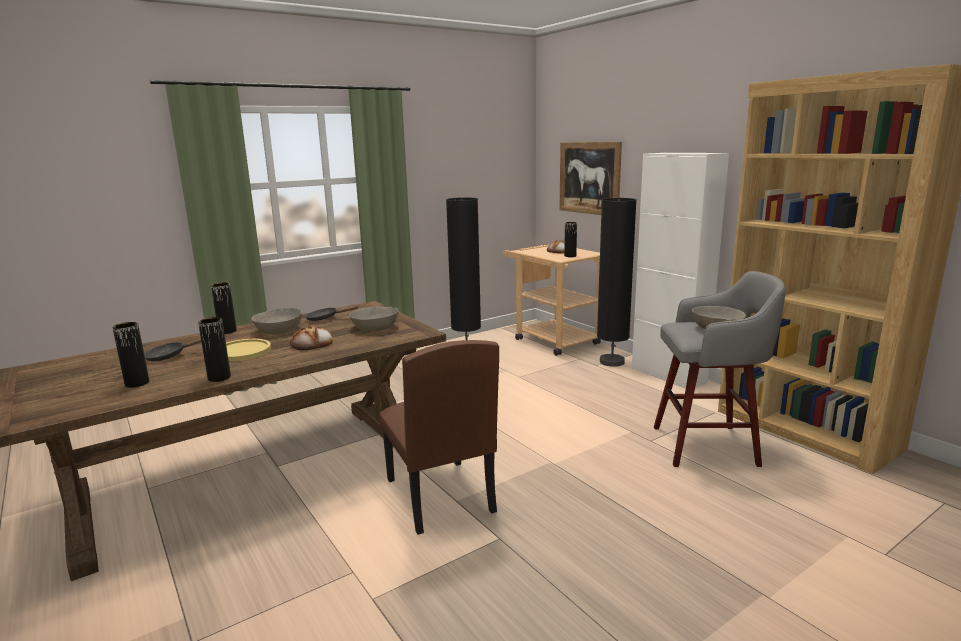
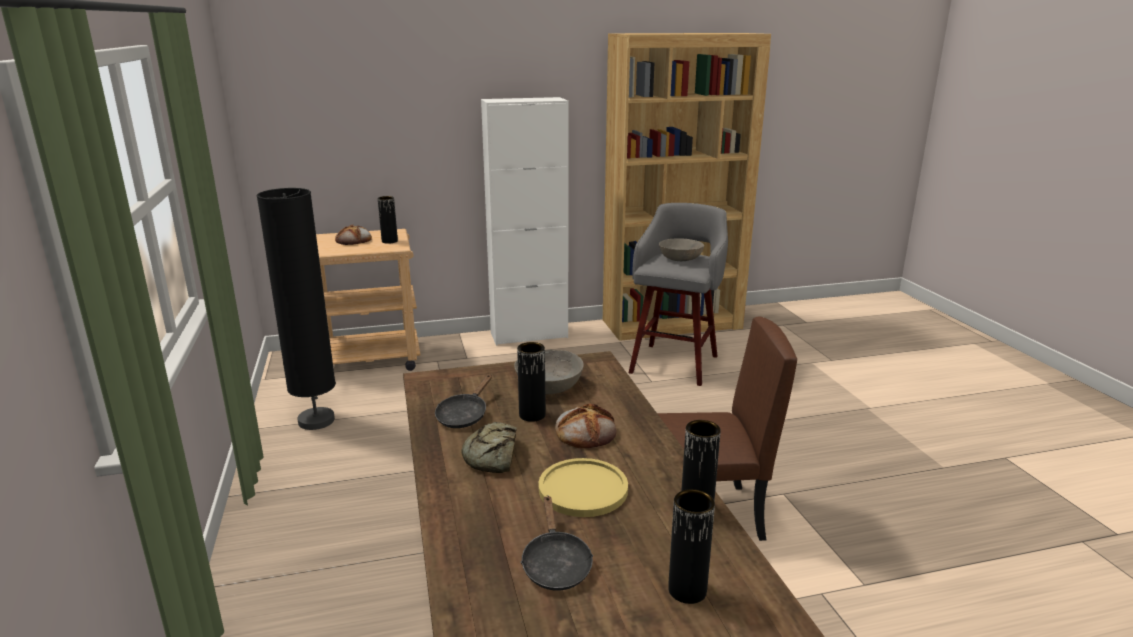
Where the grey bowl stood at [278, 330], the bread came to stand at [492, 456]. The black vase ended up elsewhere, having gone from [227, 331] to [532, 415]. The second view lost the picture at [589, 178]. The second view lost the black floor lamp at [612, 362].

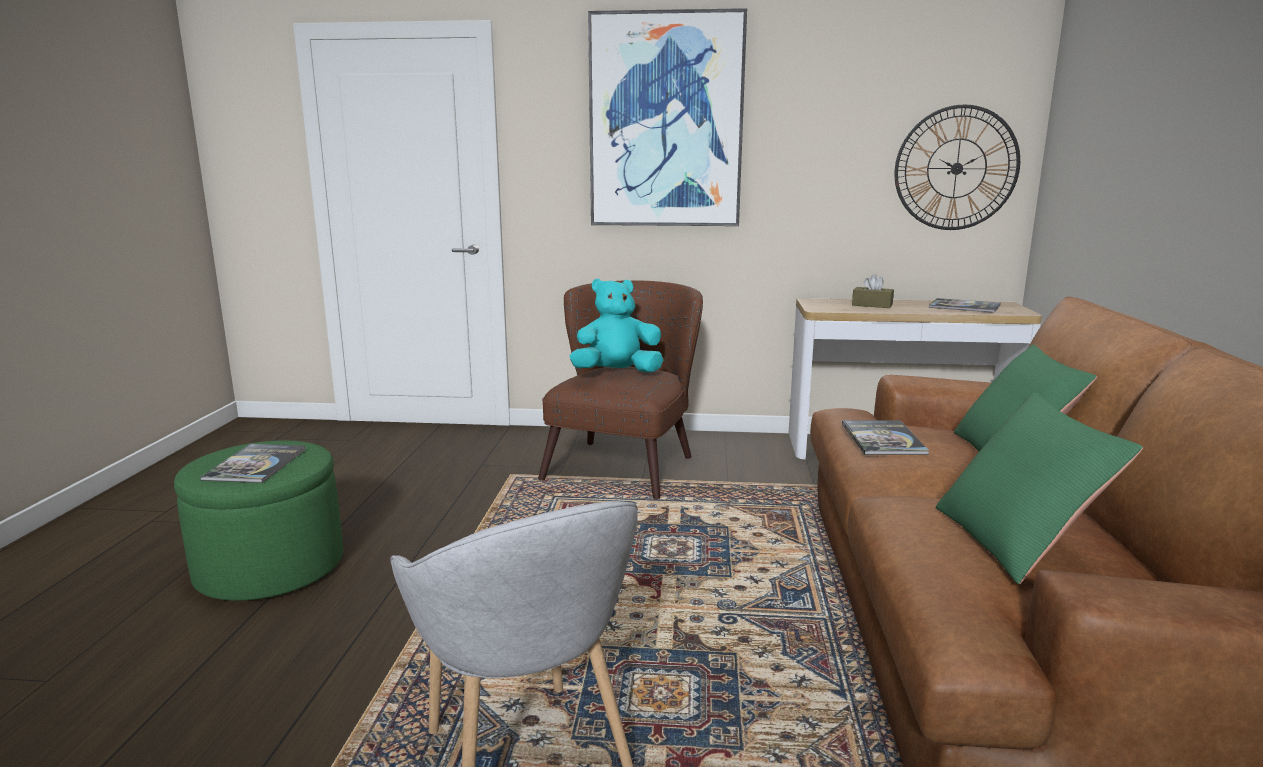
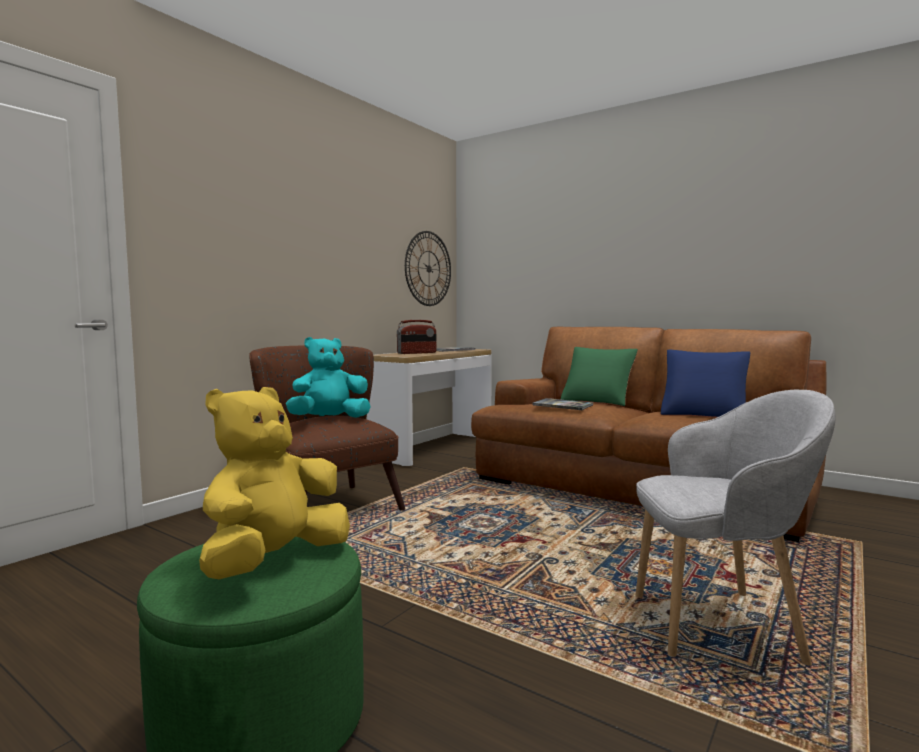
Where the book stood at [256, 464], the yellow plush toy came to stand at [274, 561]. The turquoise plush toy at [617, 373] ended up facing another way, 45 degrees clockwise from before. Where the brown tissue box stood at [872, 305], the radio came to stand at [417, 353]. What was the green pillow at [1017, 541] turned into the blue pillow at [703, 414]. The second view lost the picture at [666, 122].

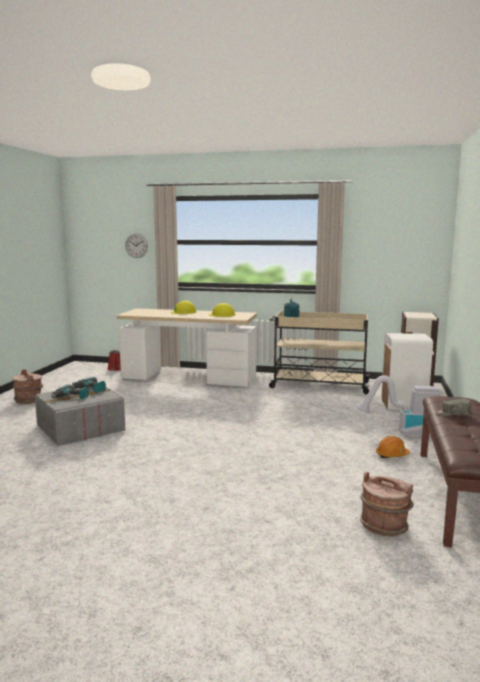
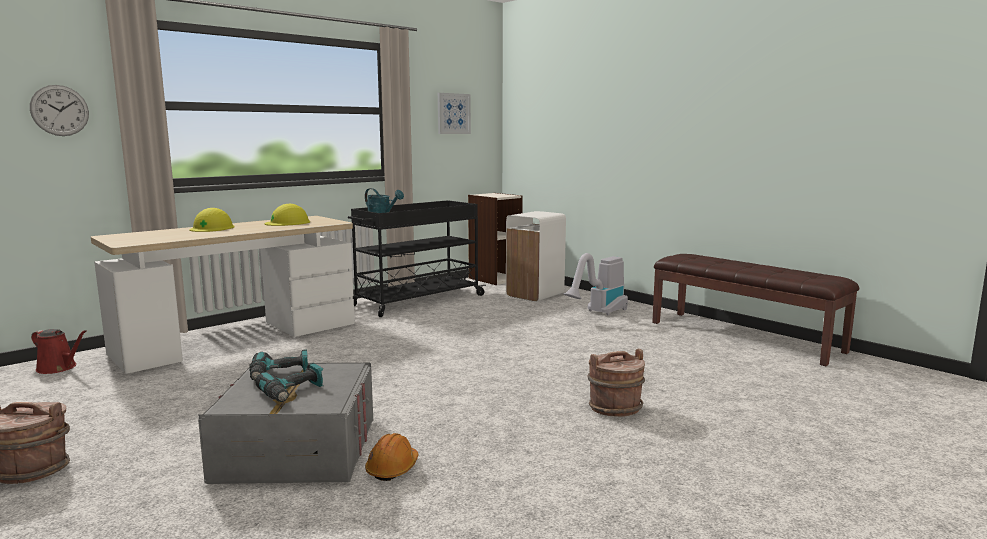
What was the beige cart at [318, 385] turned into the black cart at [417, 301]. The orange hard hat ended up elsewhere, having gone from [392, 455] to [392, 468]. The second view gained the picture at [453, 113]. The brown bucket ended up elsewhere, having gone from [384, 525] to [614, 407]. The second view lost the grey cap at [453, 414].

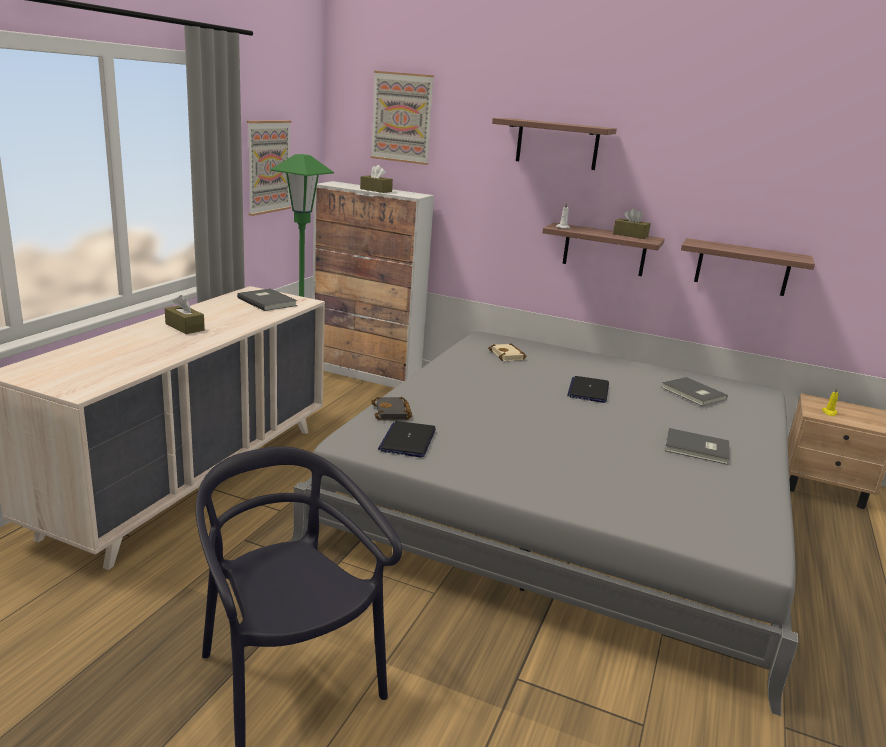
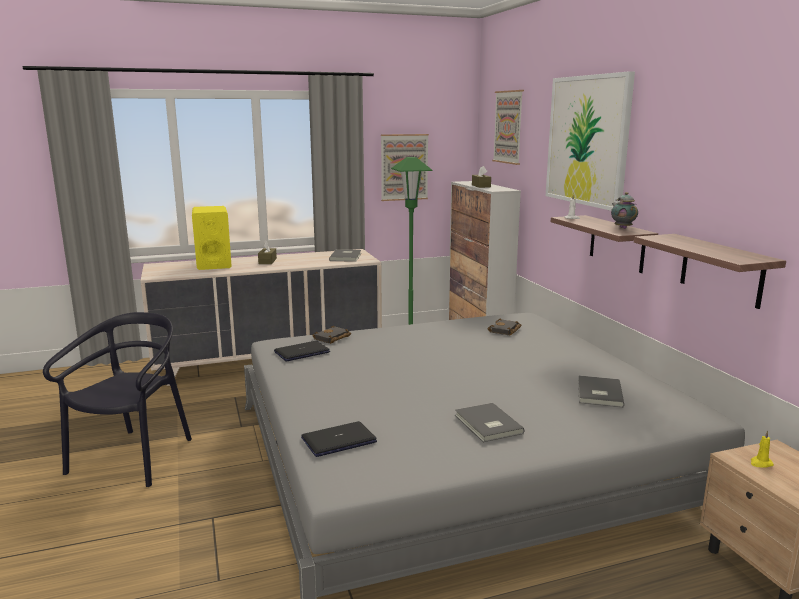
The second view gained the yellow speaker at [213, 264]. The laptop ended up elsewhere, having gone from [588, 390] to [339, 440]. What was the beige book at [508, 356] turned into the black book at [505, 330]. Where the shelf hung at [557, 144], the picture came to hang at [587, 140]. Where the brown tissue box stood at [630, 235], the teapot came to stand at [622, 228].

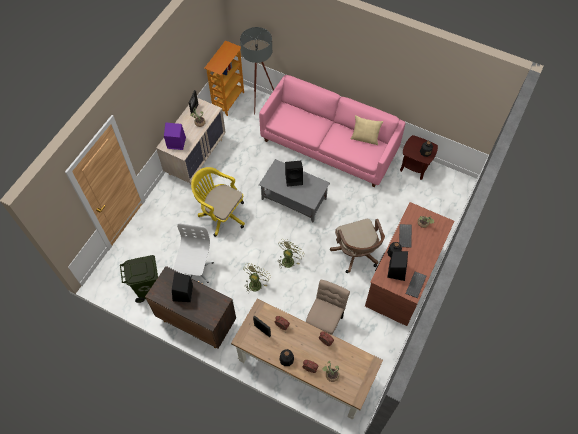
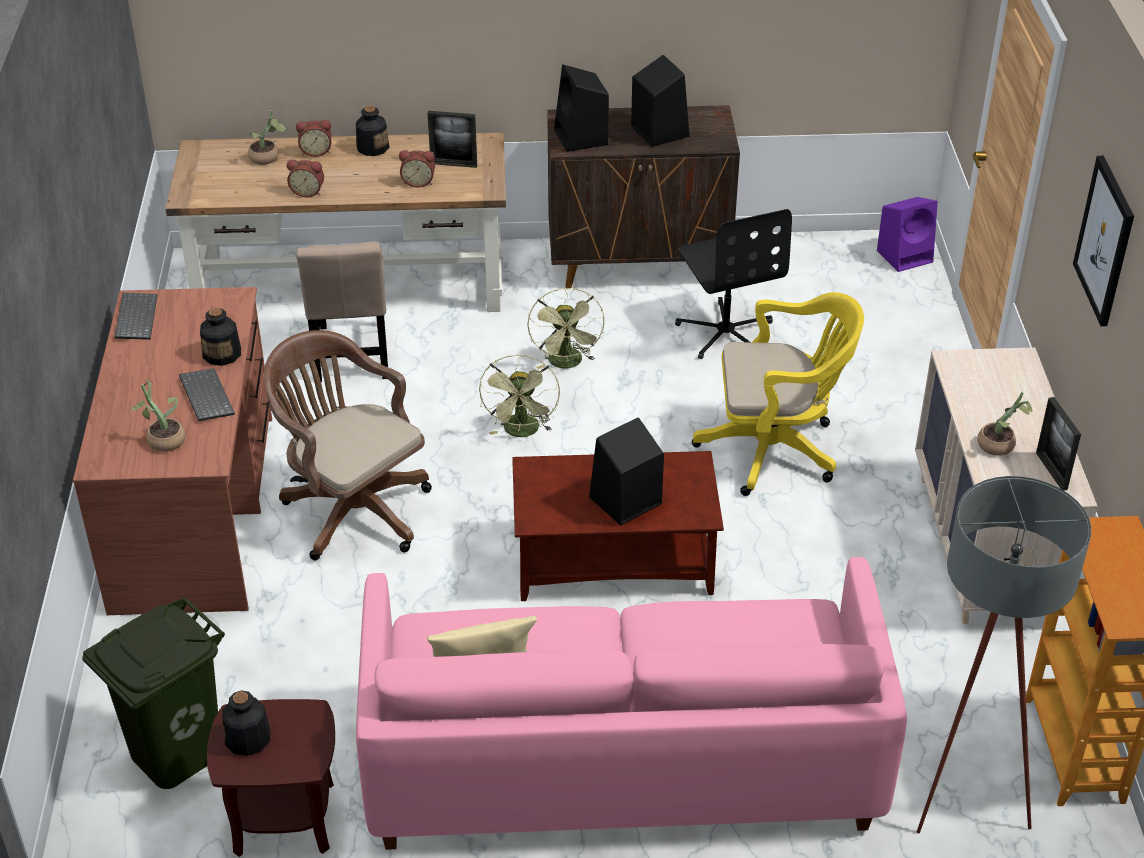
The green trash can ended up elsewhere, having gone from [148, 289] to [175, 751]. What was the grey coffee table at [294, 199] turned into the brown coffee table at [612, 562]. The black speaker ended up elsewhere, having gone from [397, 270] to [581, 138]. What was the white office chair at [195, 270] turned into the black office chair at [726, 332]. The purple speaker ended up elsewhere, having gone from [176, 143] to [905, 256]. The second view gained the picture at [1105, 240].

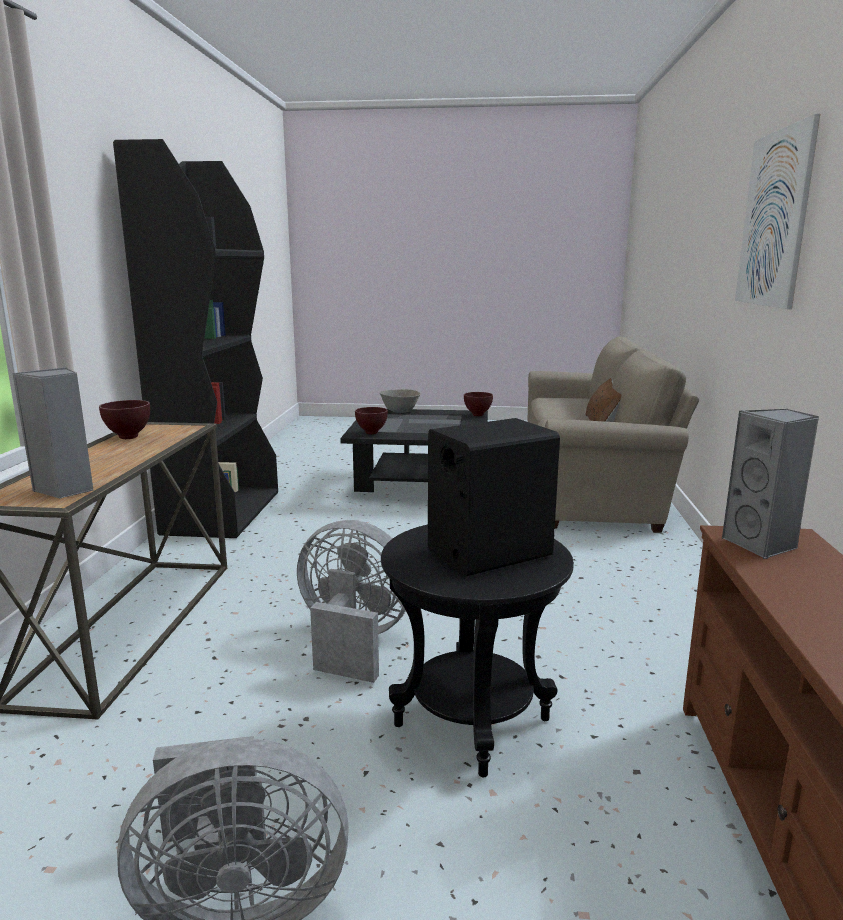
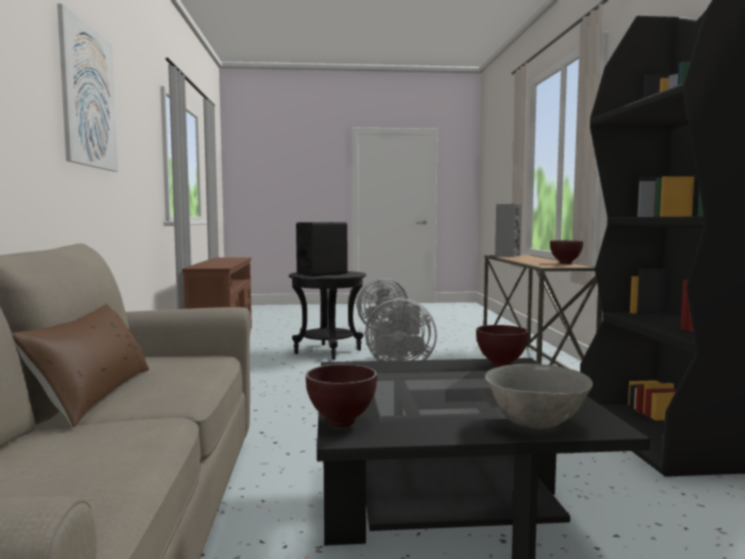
The second view lost the grey speaker at [762, 545].

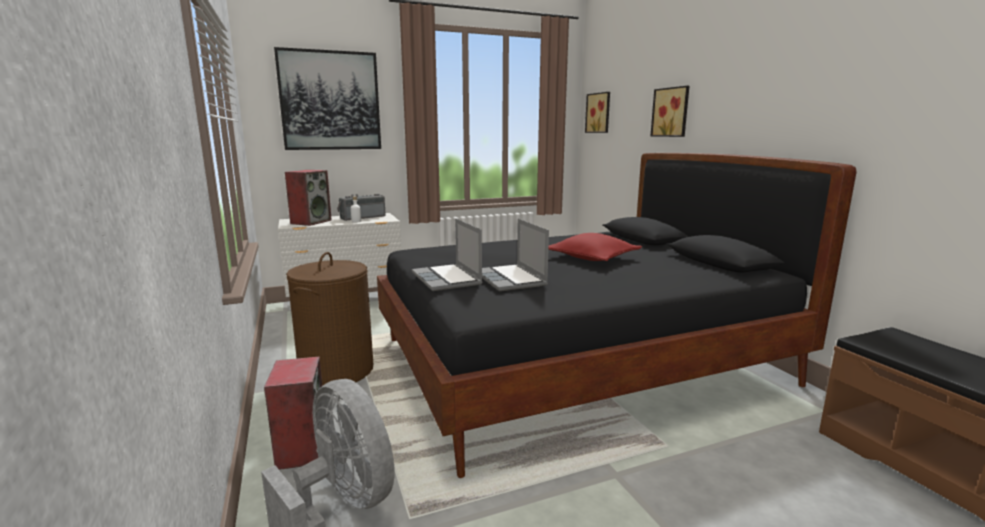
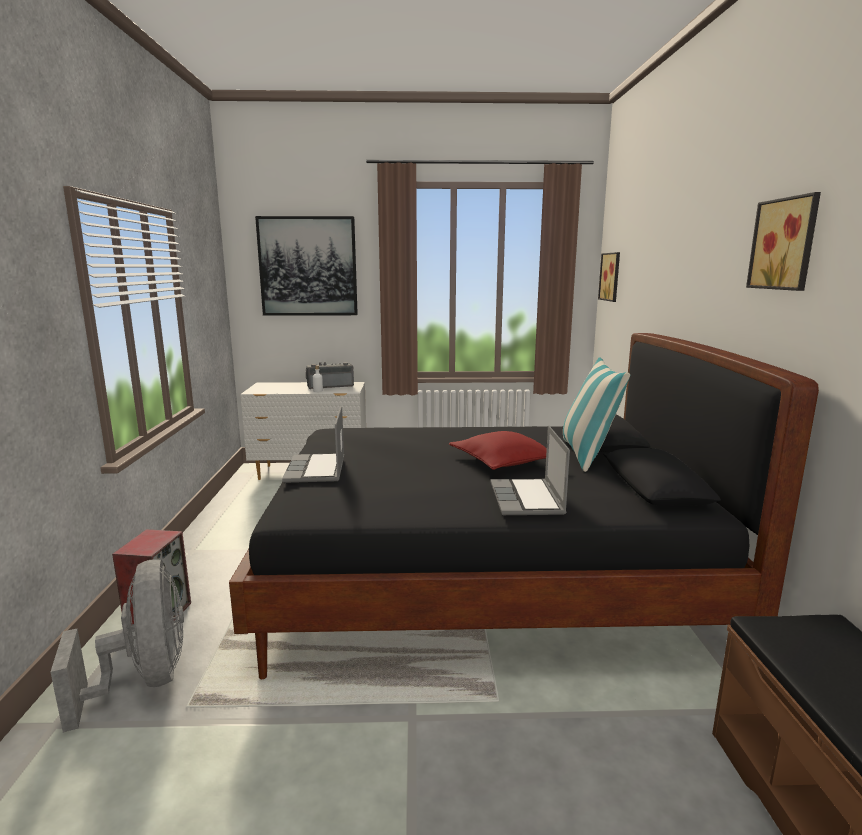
The laptop ended up elsewhere, having gone from [511, 279] to [527, 499]. The second view gained the pillow at [587, 455]. The picture ended up elsewhere, having gone from [671, 112] to [786, 244]. The second view lost the speaker at [311, 222]. The second view lost the brown laundry basket at [336, 370].

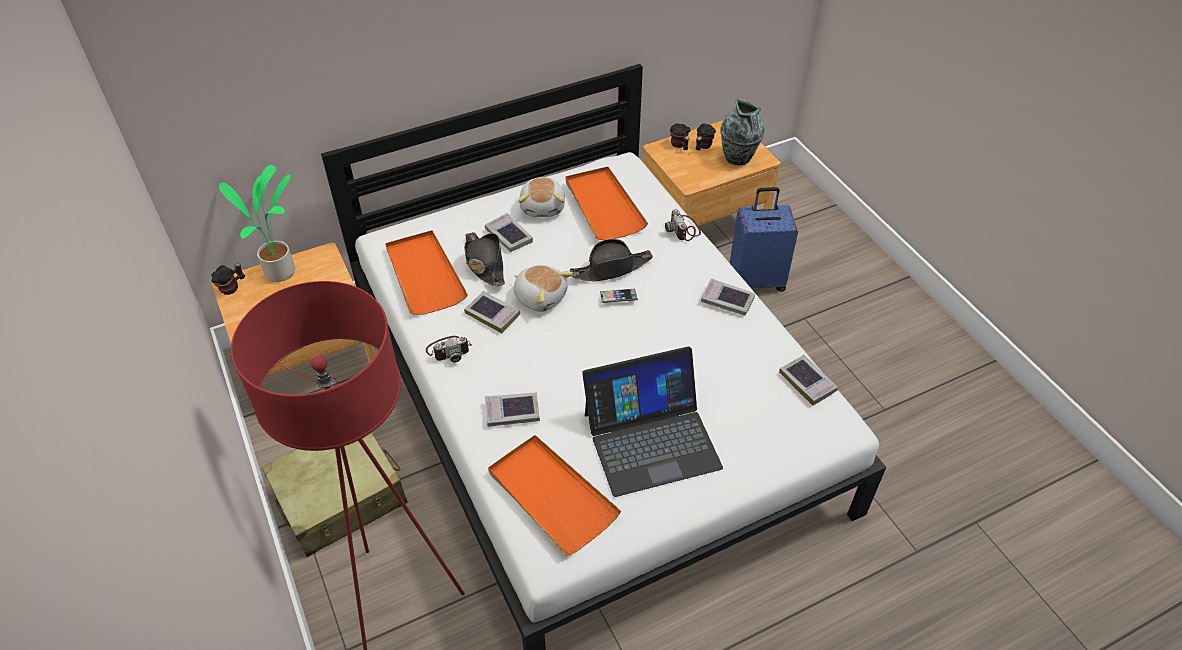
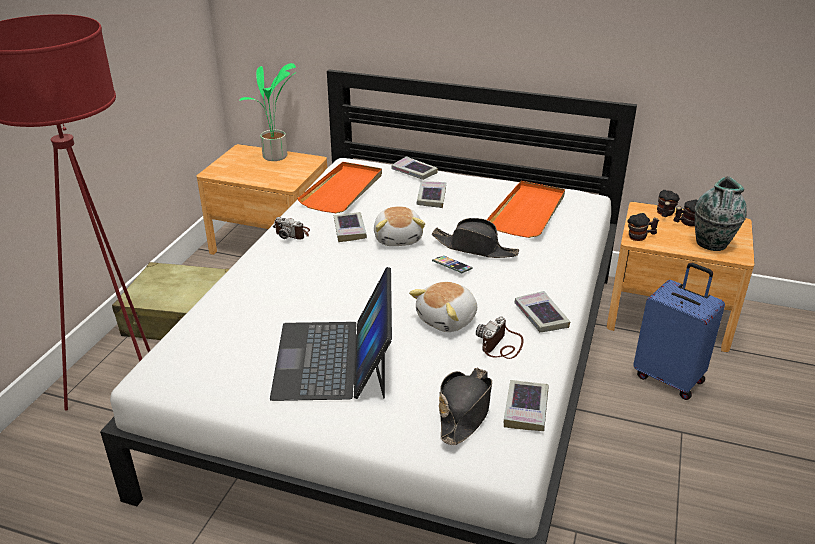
The laptop at [651, 439] ended up facing another way, 60 degrees clockwise from before. The book ended up elsewhere, having gone from [512, 412] to [414, 172]. The plush toy ended up elsewhere, having gone from [543, 207] to [448, 320]. The black hat ended up elsewhere, having gone from [484, 263] to [465, 411]. The photo camera ended up elsewhere, having gone from [684, 229] to [501, 345]. The mug ended up elsewhere, having gone from [232, 287] to [640, 237]. The second view lost the orange tray at [551, 496].

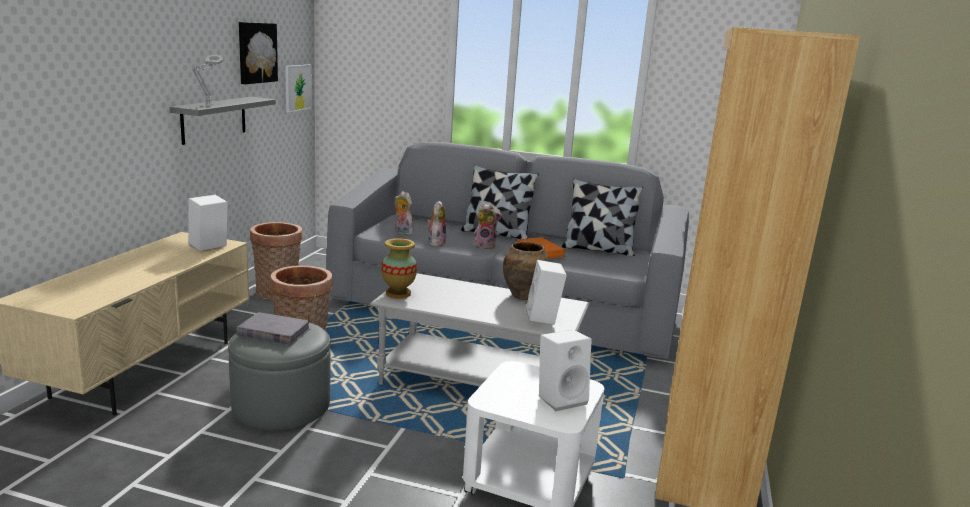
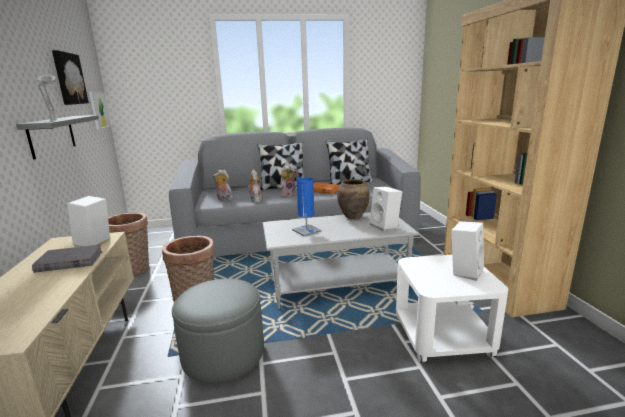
The grey book ended up elsewhere, having gone from [273, 332] to [69, 261]. The second view gained the blue table lamp at [306, 230]. The second view lost the vase at [398, 293].

